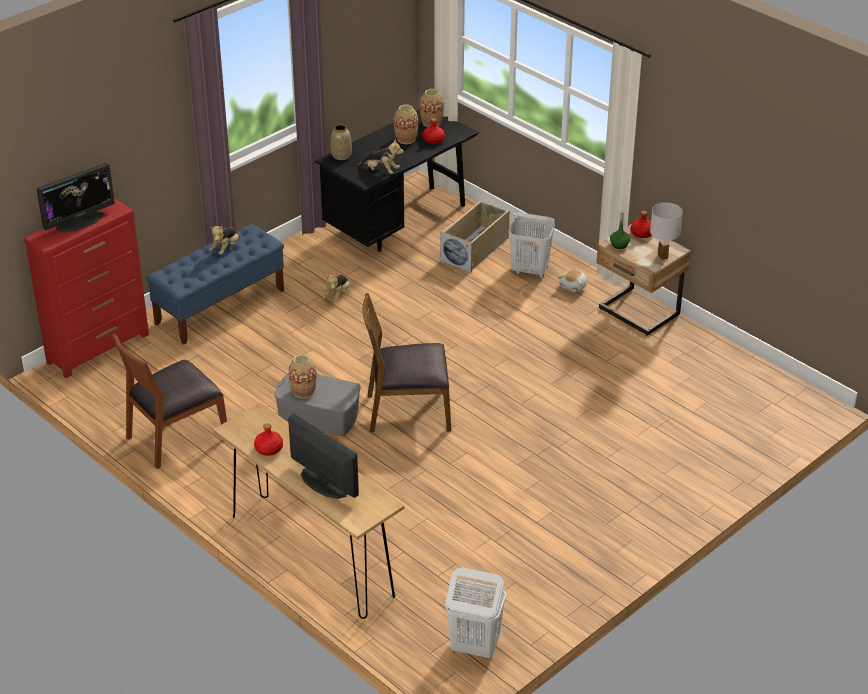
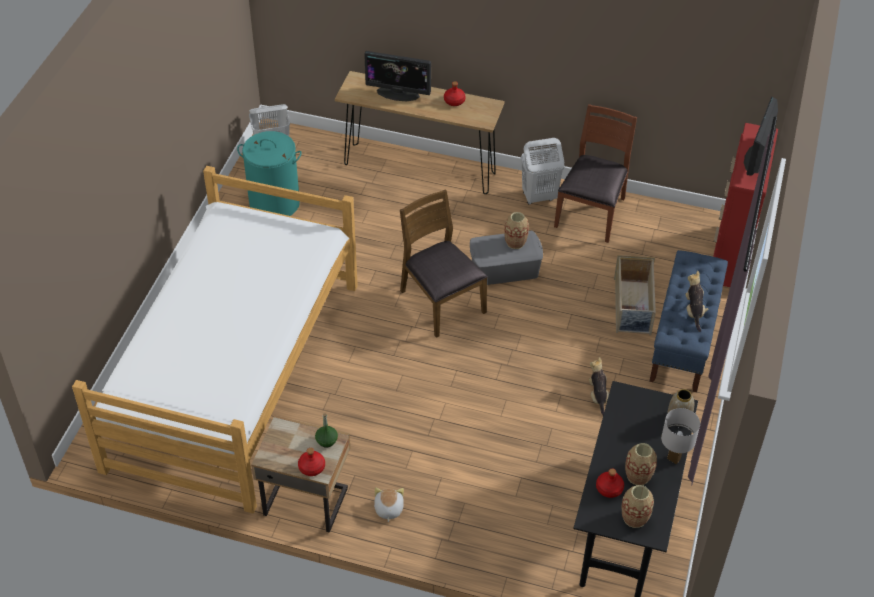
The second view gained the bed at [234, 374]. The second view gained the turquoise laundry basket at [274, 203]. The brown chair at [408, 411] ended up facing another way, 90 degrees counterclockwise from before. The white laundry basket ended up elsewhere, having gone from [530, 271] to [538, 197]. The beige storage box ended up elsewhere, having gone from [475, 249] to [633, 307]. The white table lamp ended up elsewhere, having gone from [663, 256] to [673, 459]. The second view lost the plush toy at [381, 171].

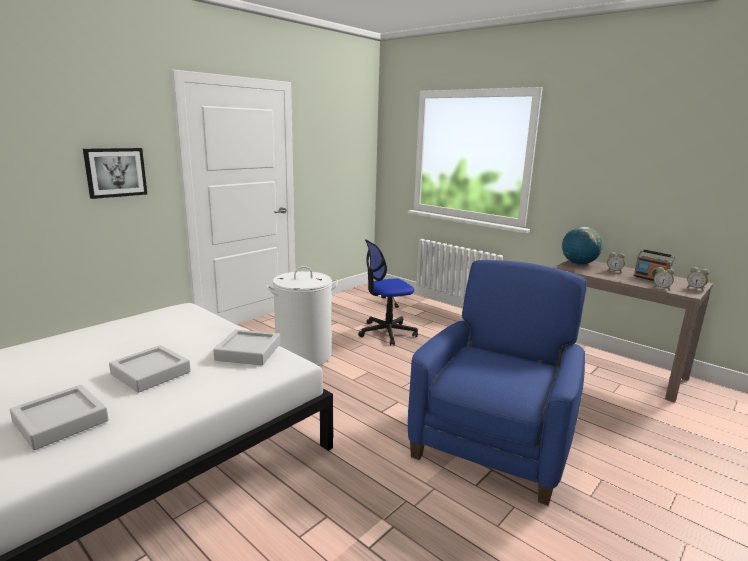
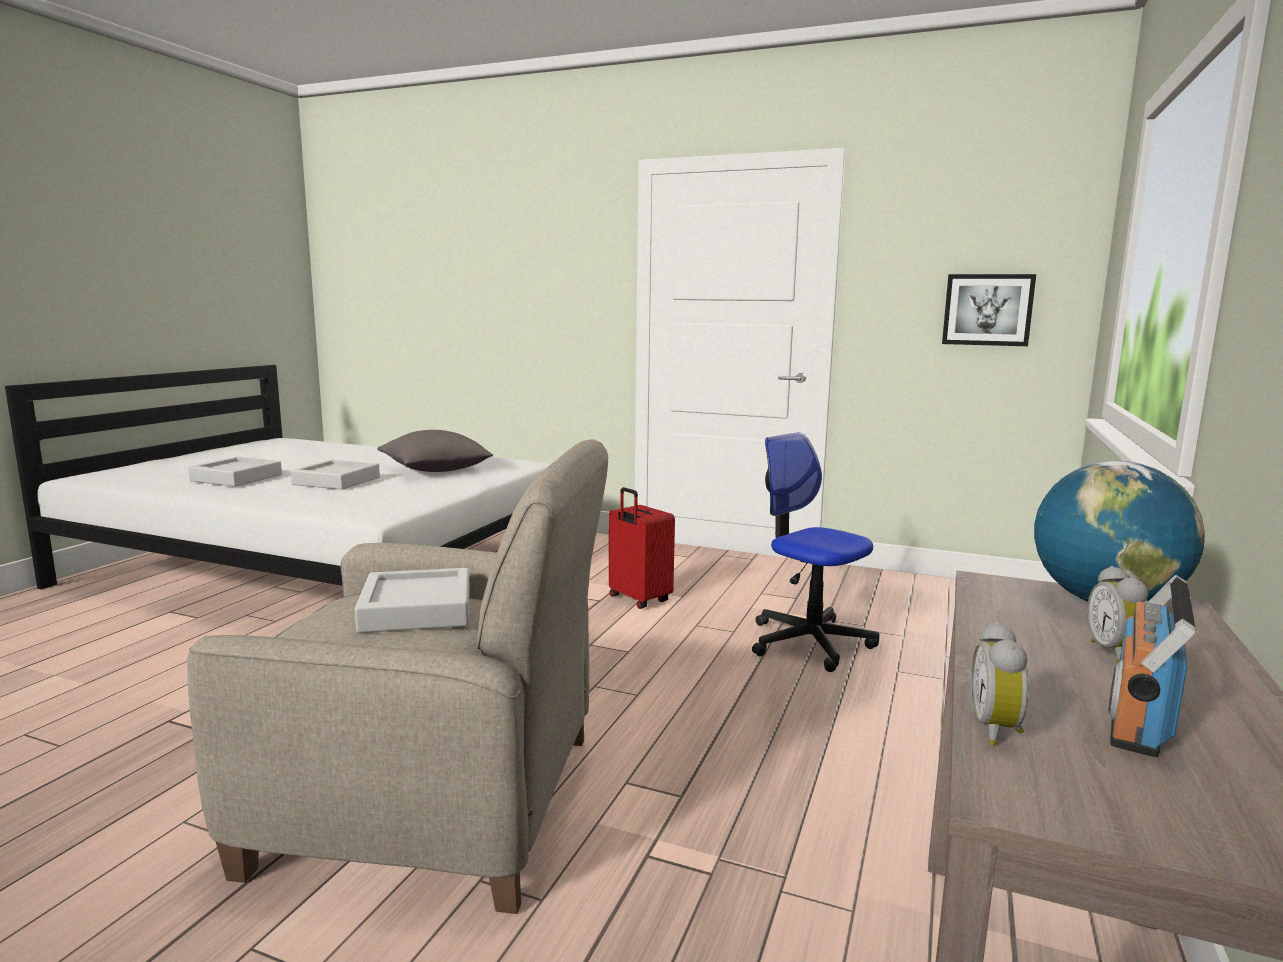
What was the blue armchair at [494, 442] turned into the beige armchair at [436, 802]. The grey tray ended up elsewhere, having gone from [248, 352] to [417, 610]. The second view gained the grey pillow at [435, 470]. Where the white laundry basket stood at [303, 356], the red suitcase came to stand at [638, 600]. The picture ended up elsewhere, having gone from [115, 172] to [987, 310]. The second view lost the alarm clock at [695, 289].

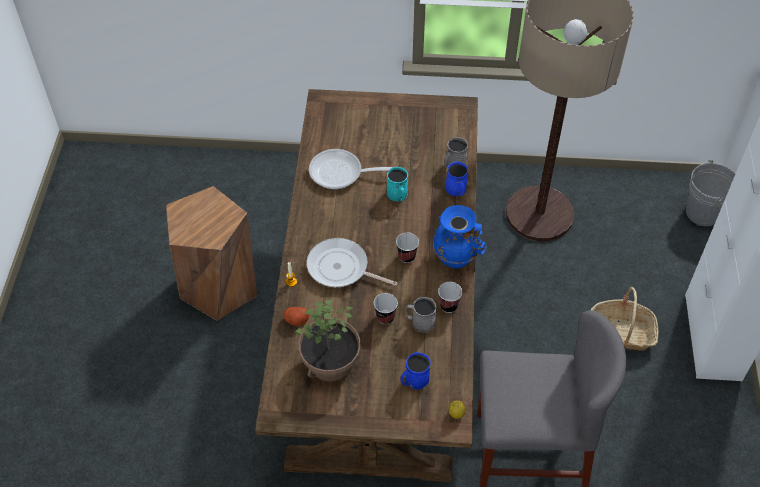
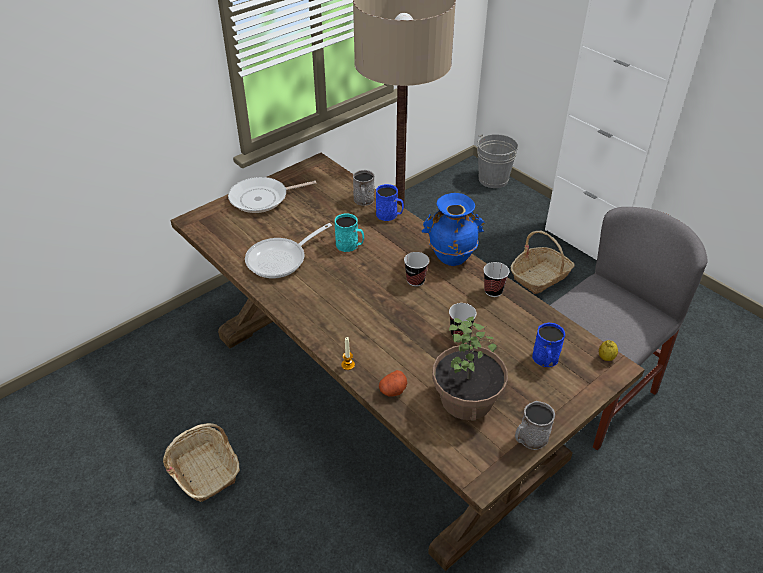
Where the brown stool stood at [219, 287], the basket came to stand at [204, 471]. The frying pan ended up elsewhere, having gone from [341, 268] to [262, 199]. The grey mug ended up elsewhere, having gone from [420, 322] to [529, 439].

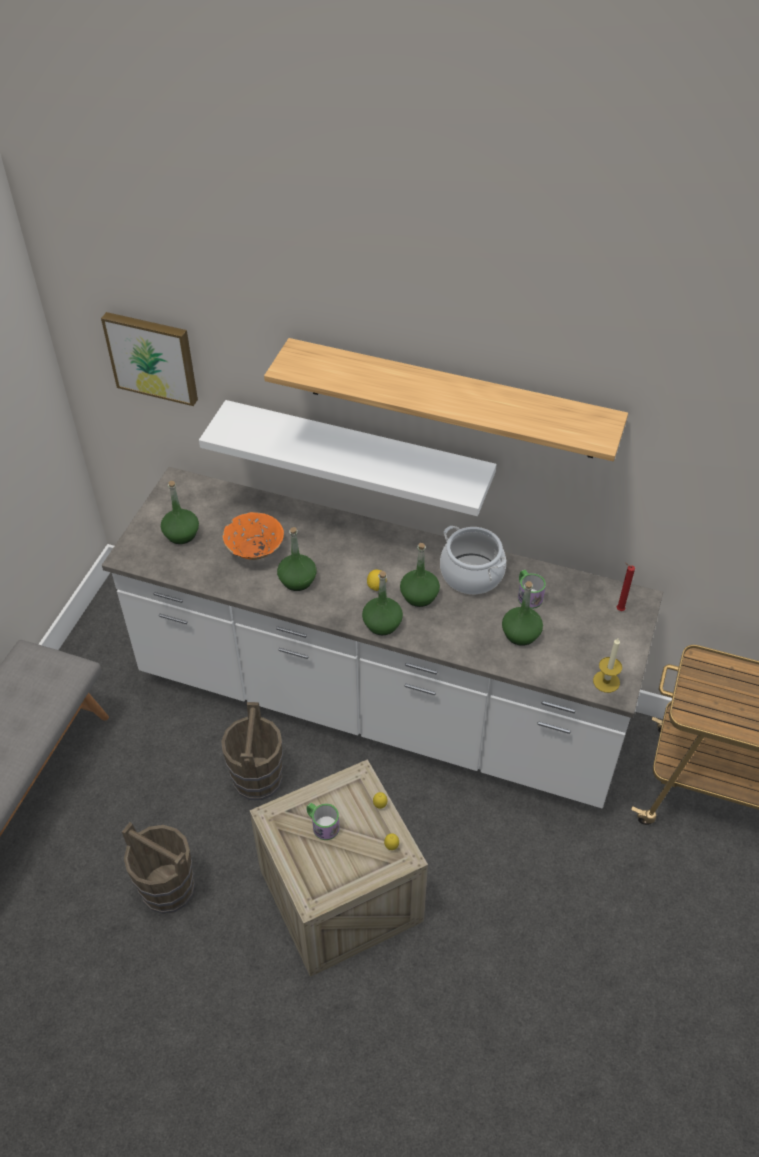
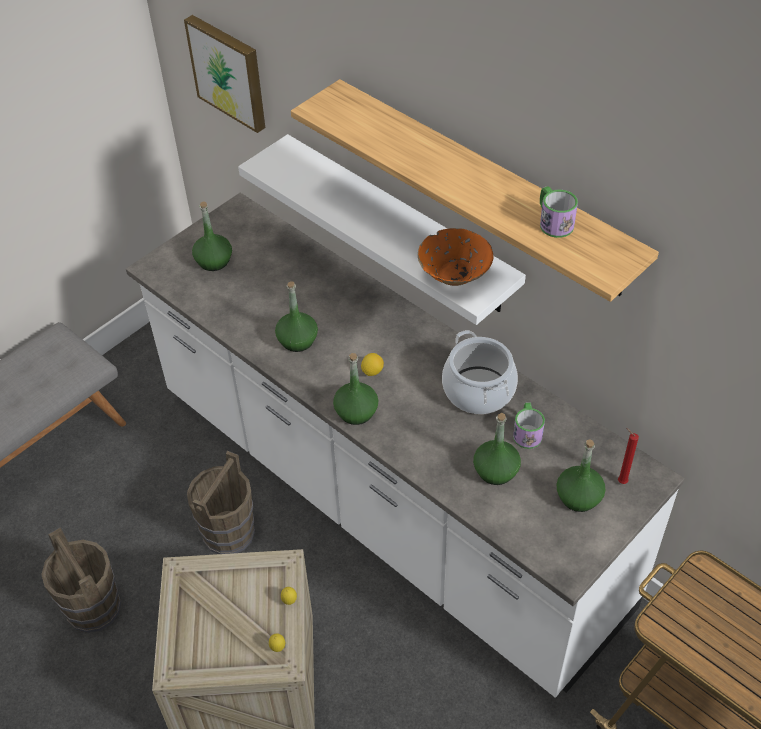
The orange bowl ended up elsewhere, having gone from [255, 550] to [454, 275]. The mug ended up elsewhere, having gone from [322, 825] to [553, 222]. The green bottle ended up elsewhere, having gone from [419, 595] to [579, 497]. The second view lost the candle at [606, 681].

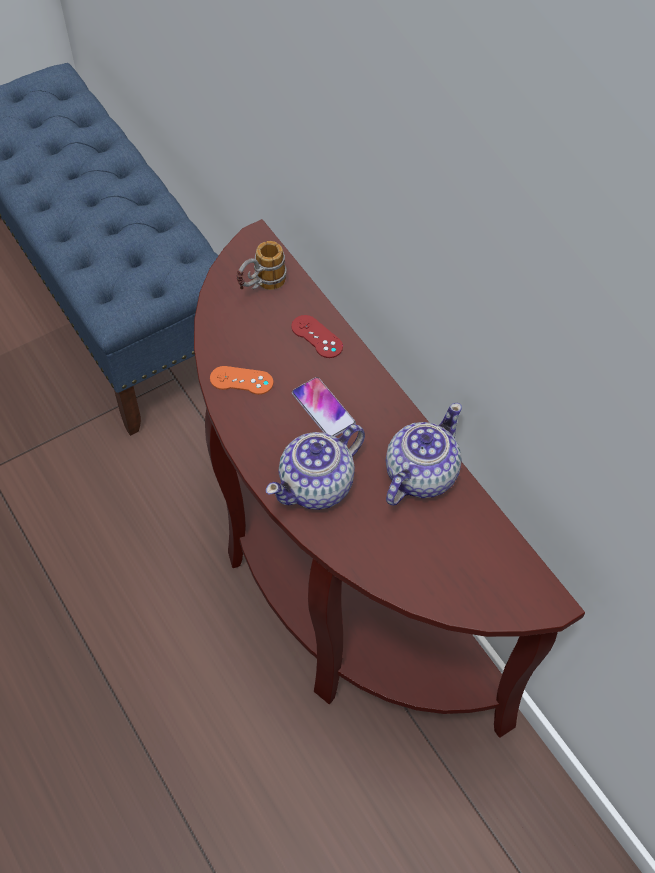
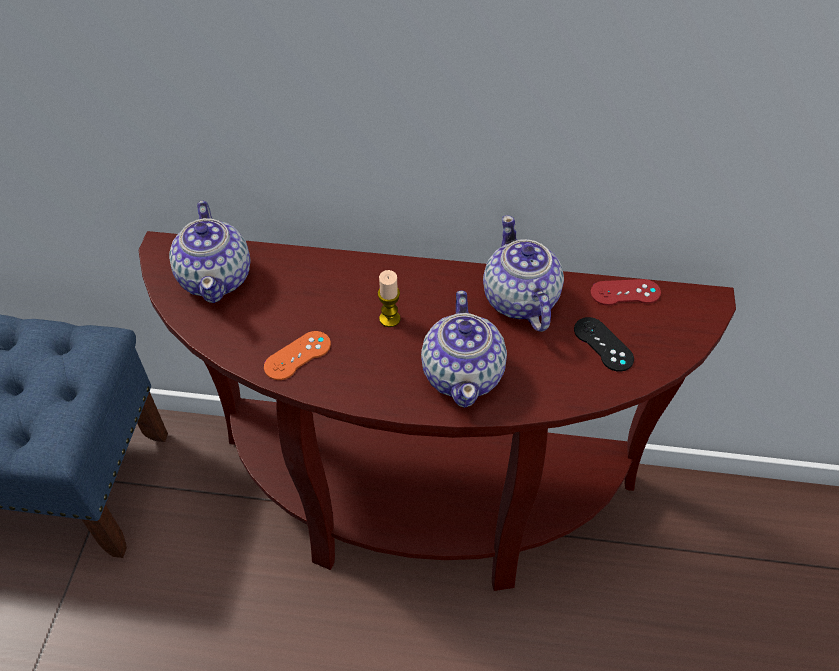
Where the mug stood at [261, 287], the teapot came to stand at [216, 277]. Where the phone stood at [323, 408], the candle came to stand at [389, 319]. The second view gained the black game controller at [603, 344]. The red game controller ended up elsewhere, having gone from [317, 337] to [625, 293].

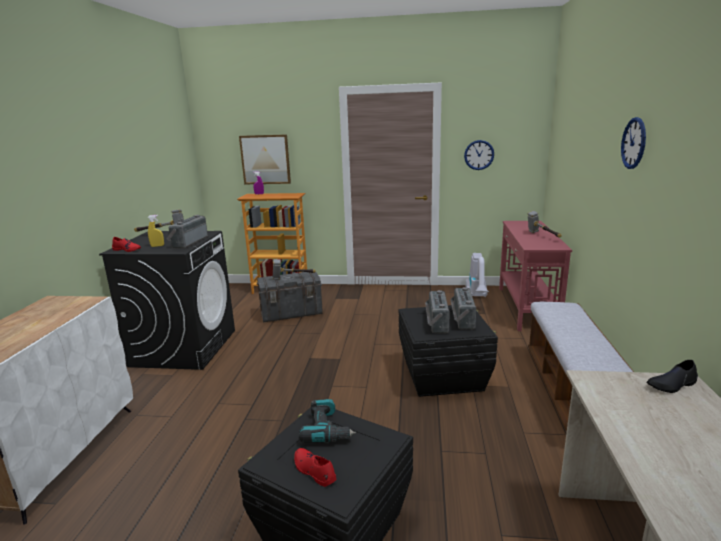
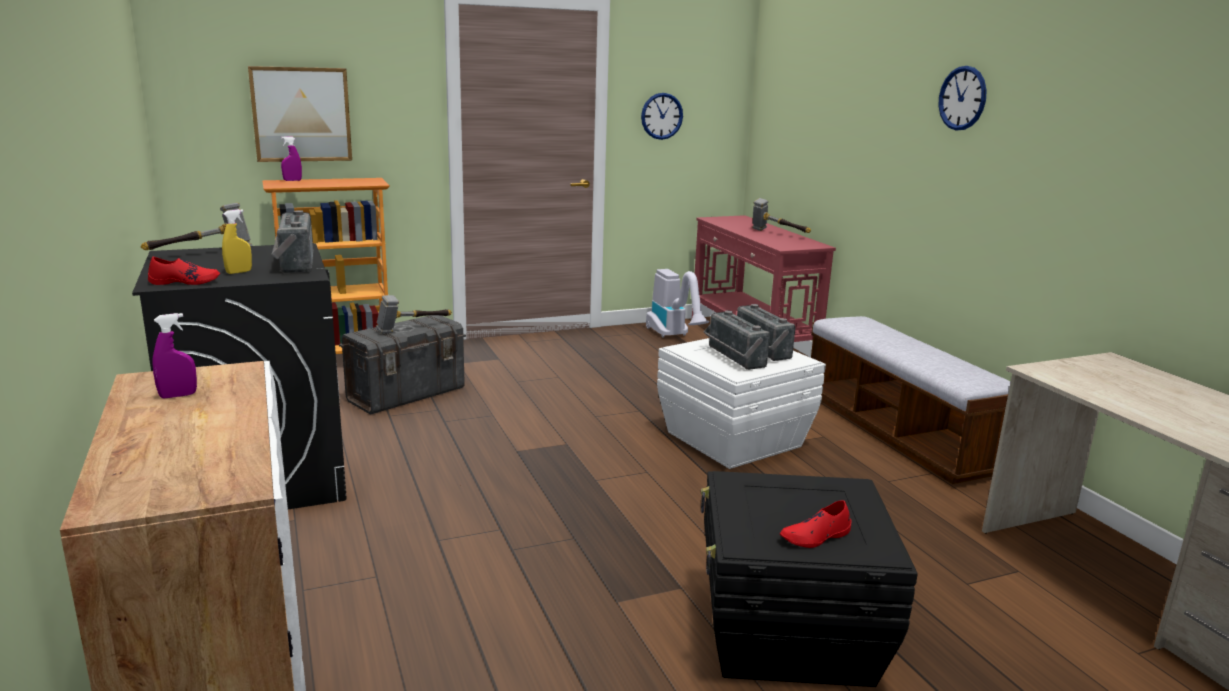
The second view gained the purple spray bottle at [178, 395]. What was the black storage box at [443, 375] turned into the white storage box at [733, 438]. The red shoe at [314, 470] ended up facing another way, 45 degrees counterclockwise from before. The second view lost the power drill at [327, 429]. The second view lost the black shoe at [671, 385].

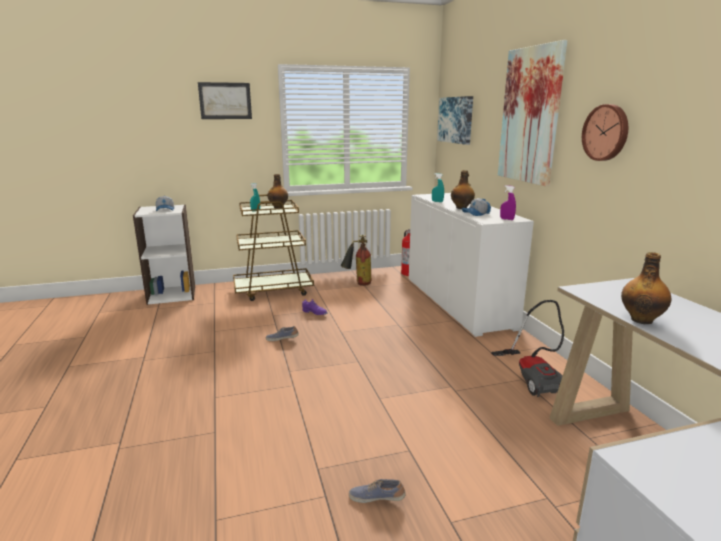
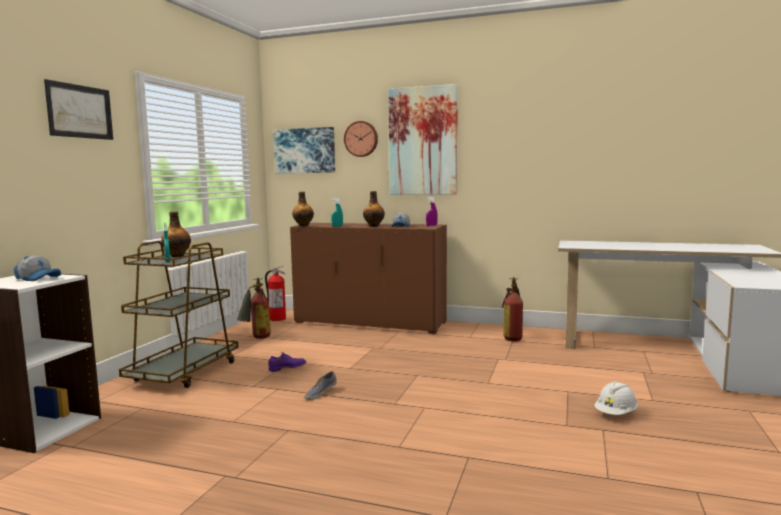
What was the white cabinet at [457, 302] turned into the brown cabinet at [370, 322]. The bottle ended up elsewhere, having gone from [641, 319] to [303, 225]. The wall clock ended up elsewhere, having gone from [606, 132] to [361, 139]. Where the vacuum cleaner stood at [533, 377], the fire extinguisher came to stand at [514, 337]. Where the shoe stood at [376, 498], the white hard hat came to stand at [615, 414].

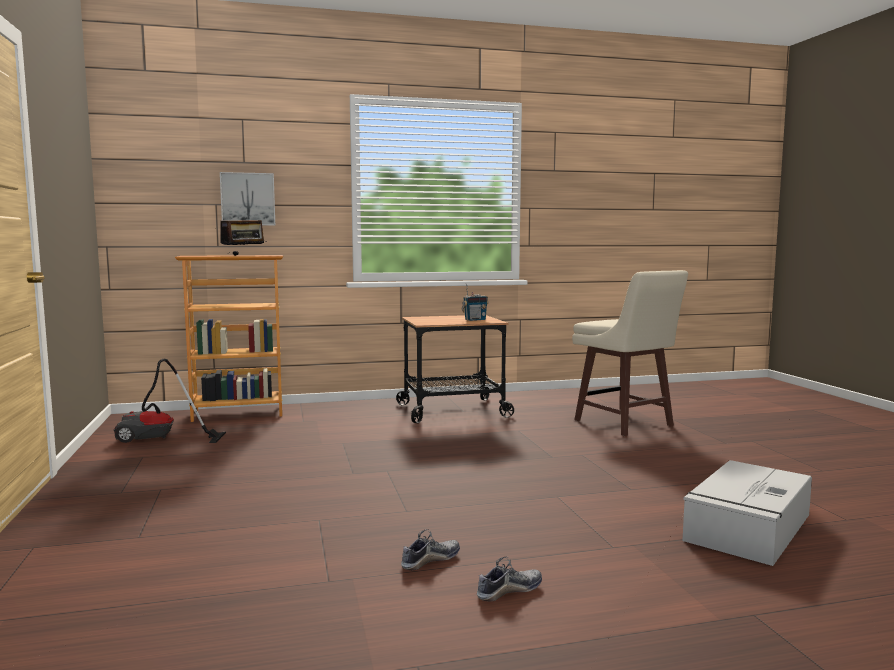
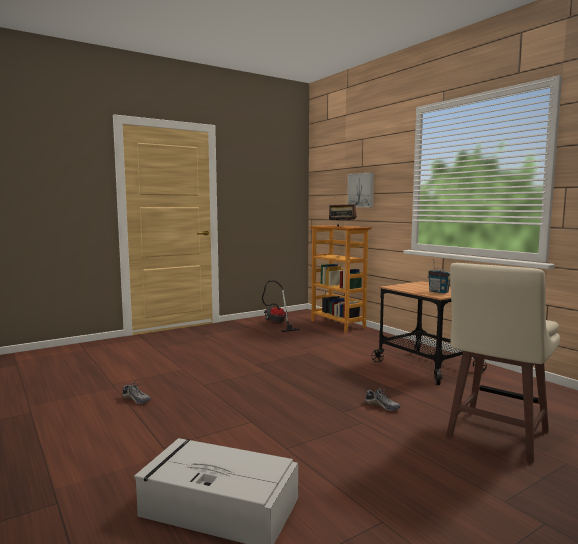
The shoe ended up elsewhere, having gone from [509, 591] to [382, 406].

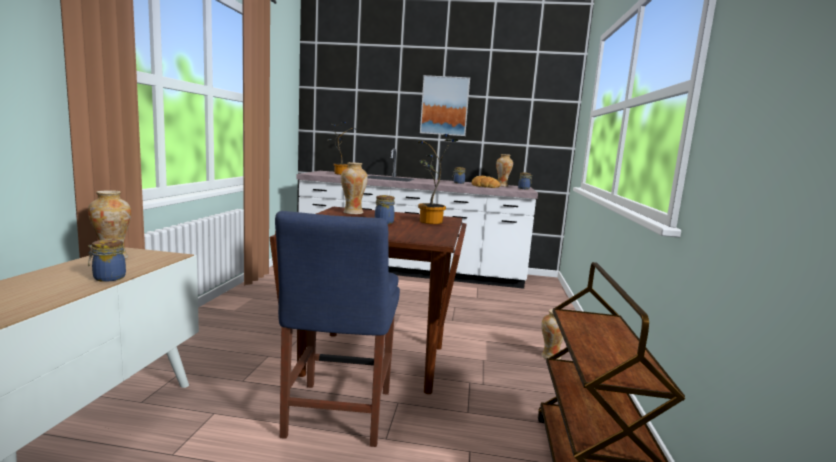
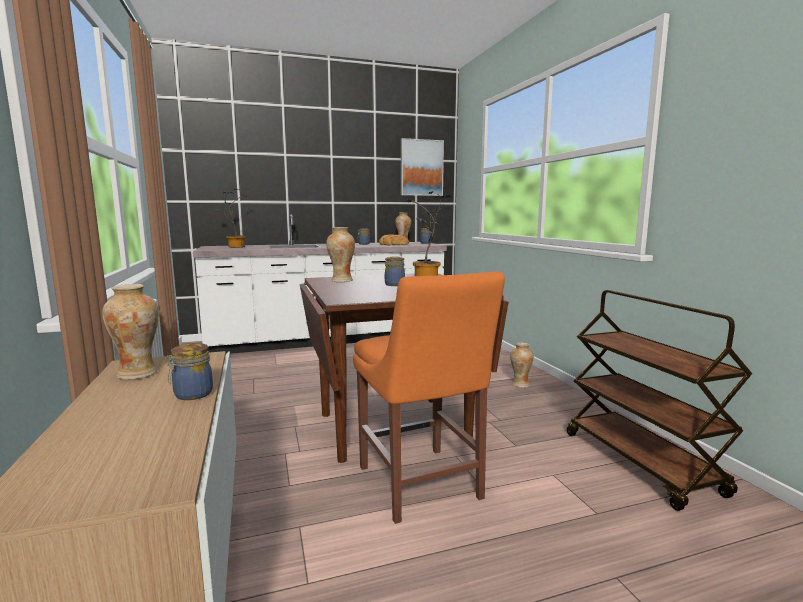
What was the blue chair at [336, 416] turned into the orange chair at [421, 486]. The picture ended up elsewhere, having gone from [444, 106] to [421, 168].

